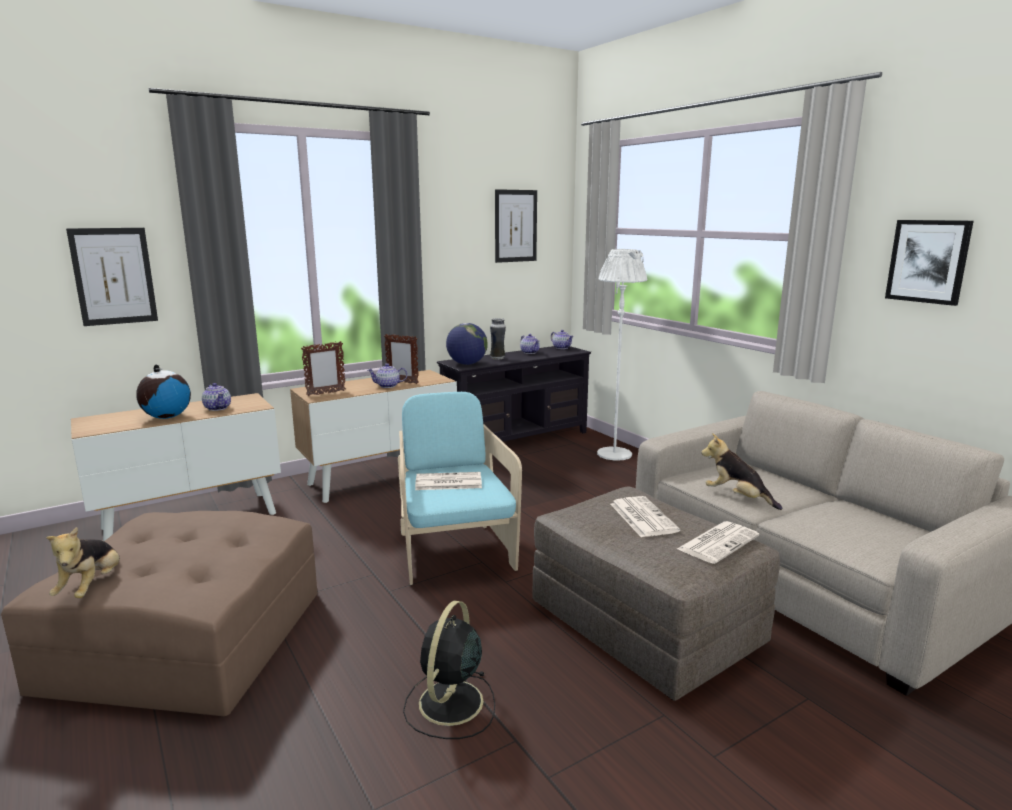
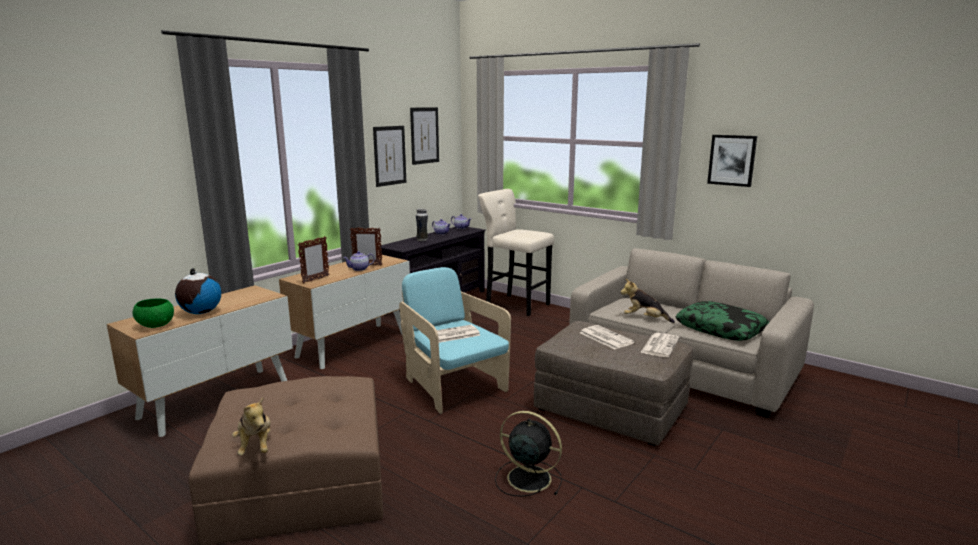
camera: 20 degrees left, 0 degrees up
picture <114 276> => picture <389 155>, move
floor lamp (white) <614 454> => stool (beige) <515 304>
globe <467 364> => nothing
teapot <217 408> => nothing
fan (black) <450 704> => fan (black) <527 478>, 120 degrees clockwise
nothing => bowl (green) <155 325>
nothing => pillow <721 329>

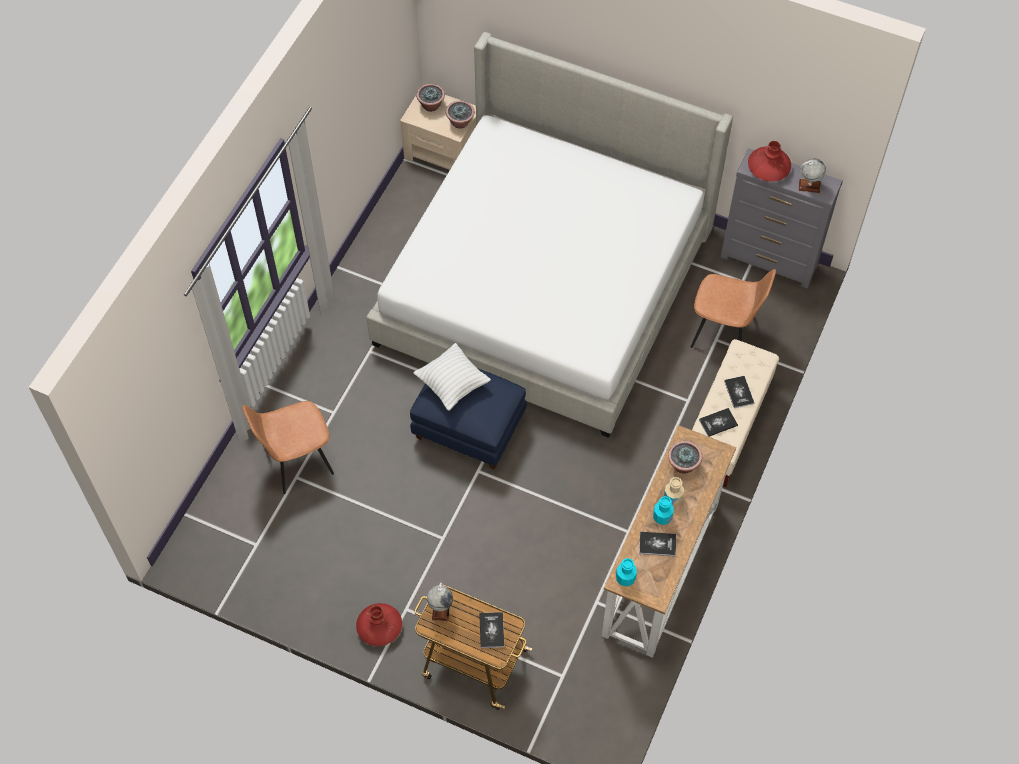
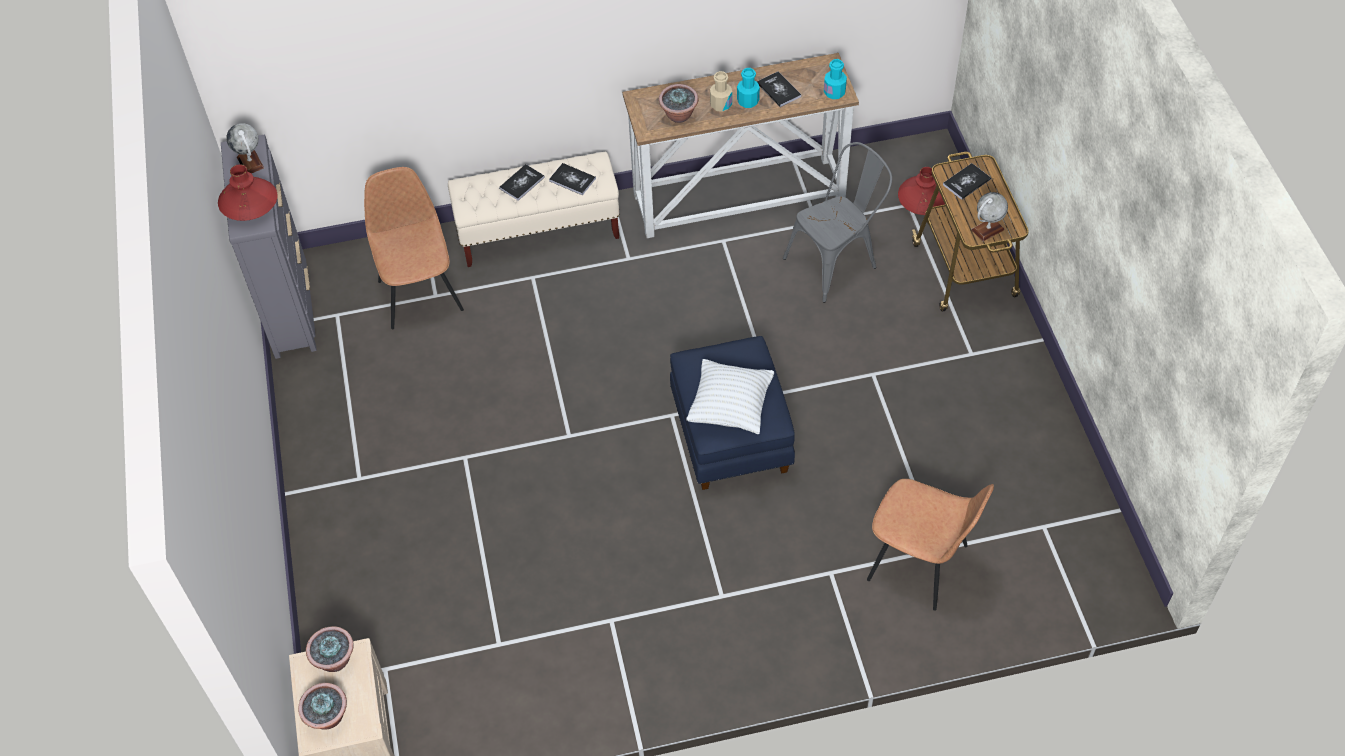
camera: 125 degrees left, 5 degrees down
bed <544 285> => nothing
vase (red) <379 627> => vase (red) <922 201>, move
nothing => chair (grey) <837 261>

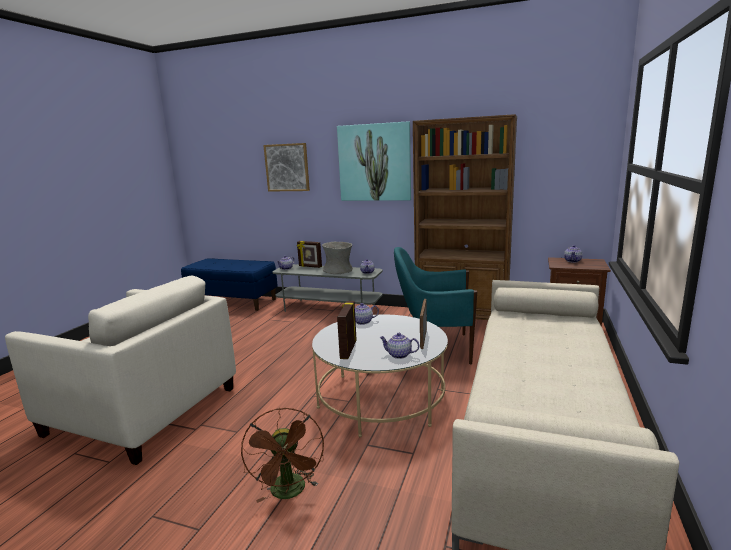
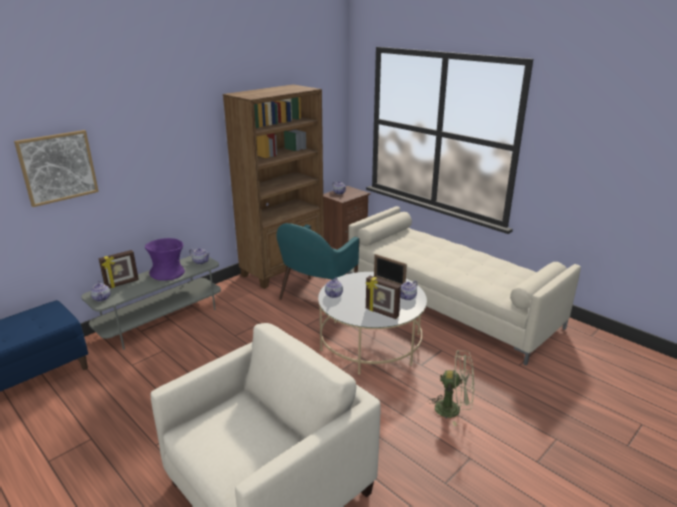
camera: 65 degrees left, 10 degrees up
picture <374 162> => nothing
vase (grey) <338 271> => vase (purple) <168 273>
fan (brown) <290 493> => fan (green) <453 409>

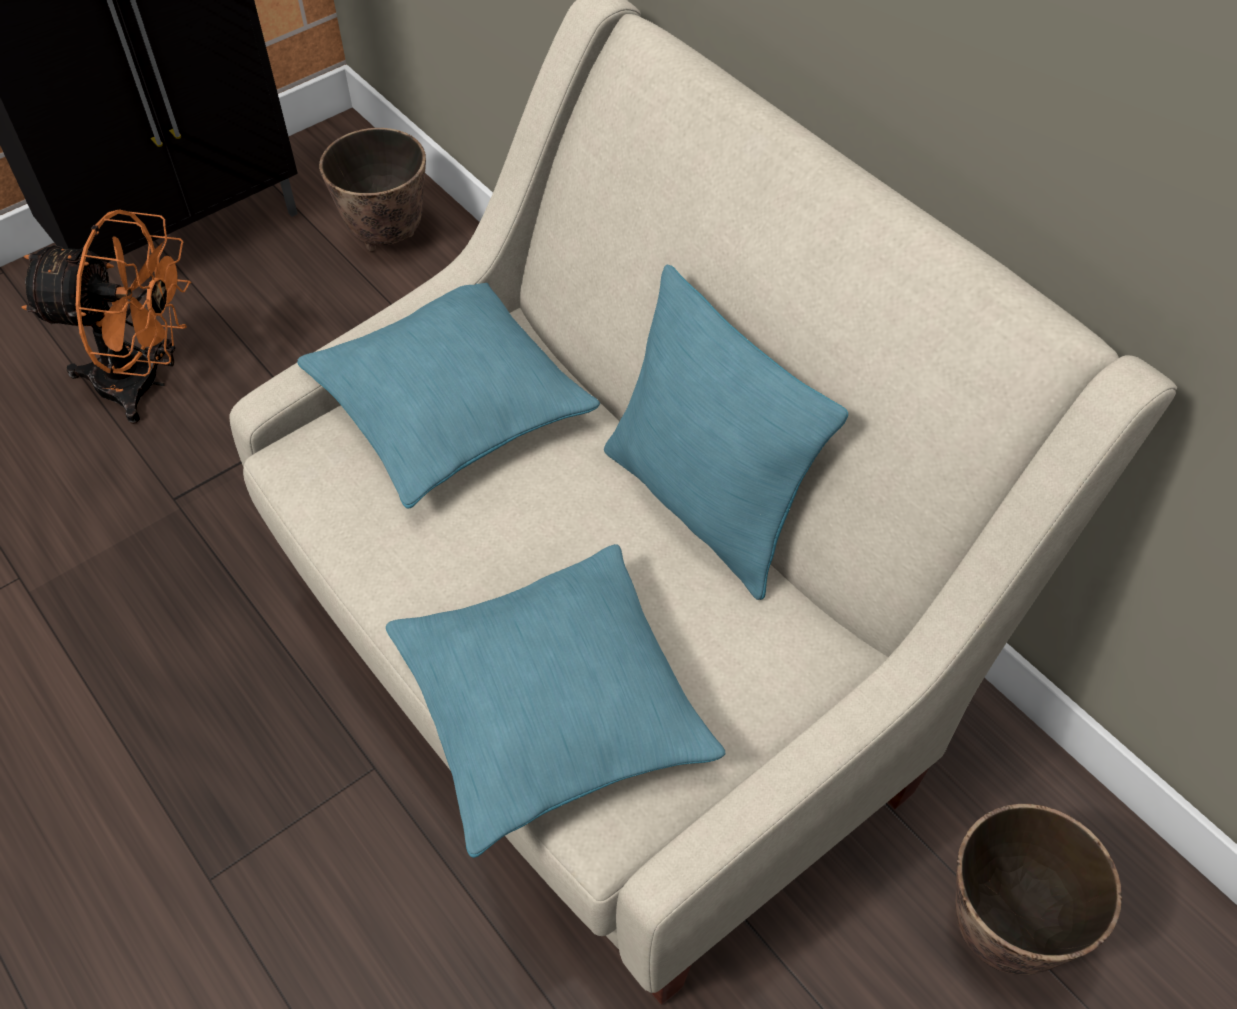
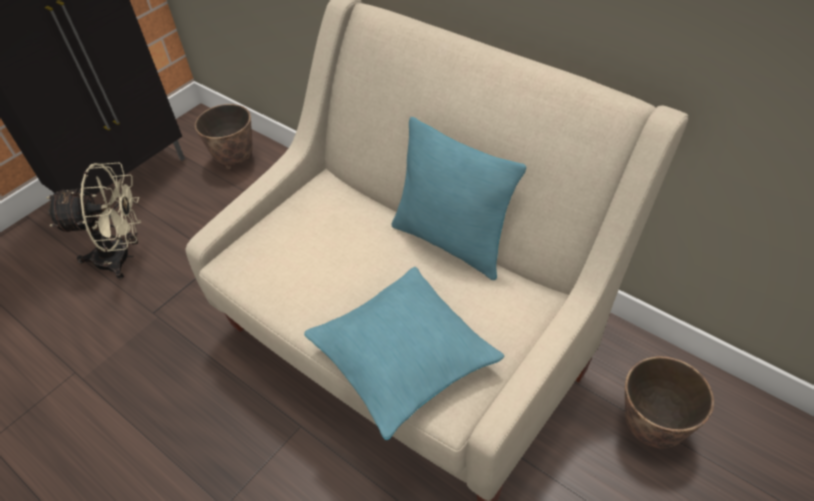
camera: 10 degrees left, 5 degrees down
fan (orange) <145 383> => fan (beige) <122 257>
pillow (turquoise) <450 406> => nothing

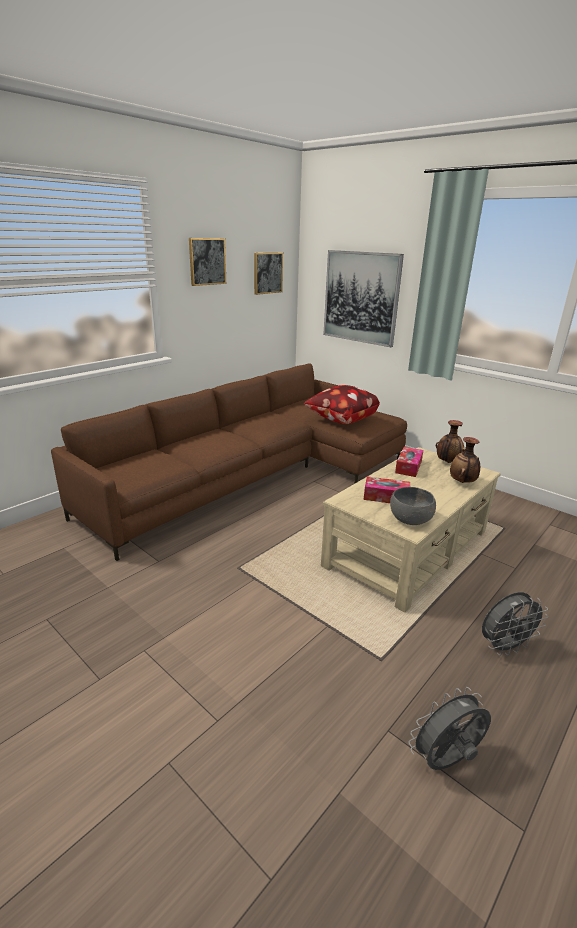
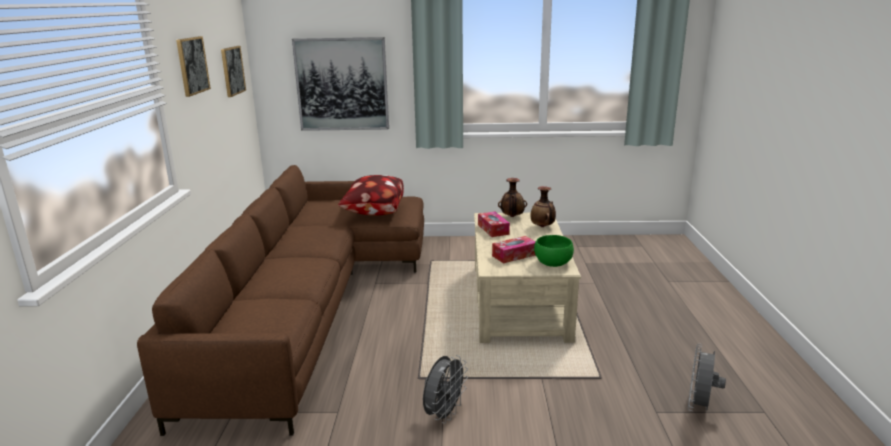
camera: 40 degrees left, 5 degrees down
bowl (grey) <410 519> => bowl (green) <553 263>
fan (grey) <504 646> => fan (grey) <444 414>, move

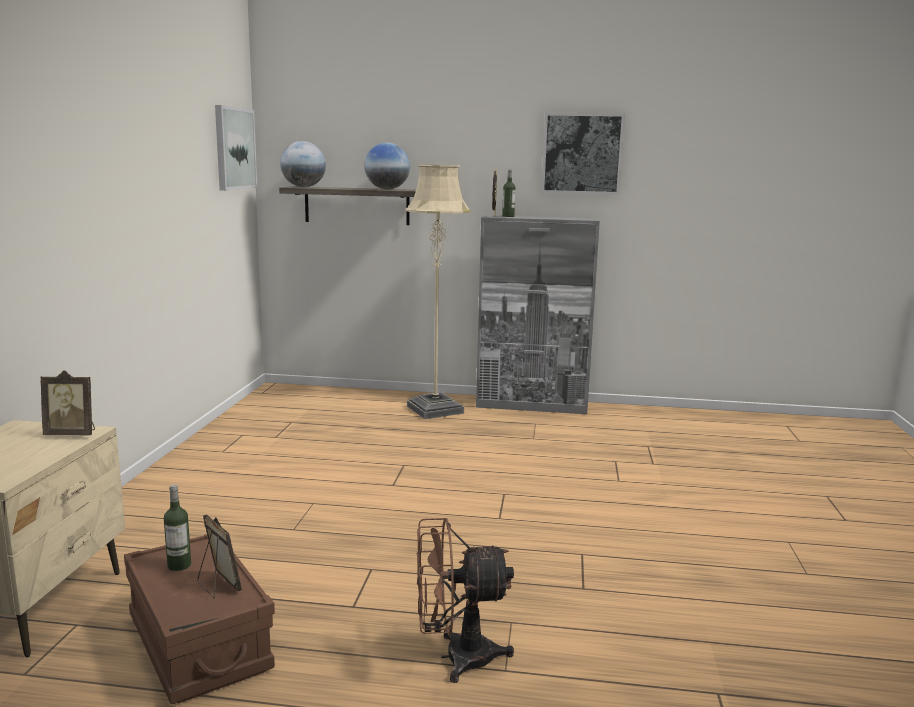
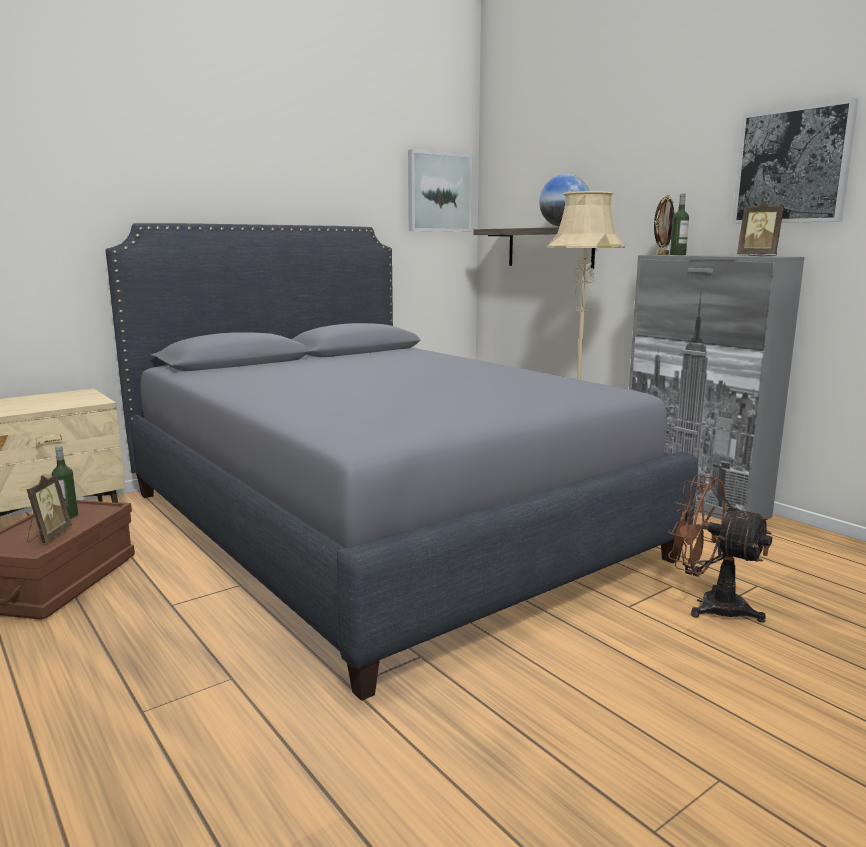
camera: 45 degrees right, 0 degrees up
globe <303 187> => nothing
picture frame <72 434> => picture frame <758 256>, move
fan (brown) <456 657> => fan (brown) <710 605>, move
nothing => bed (grey) <378 523>

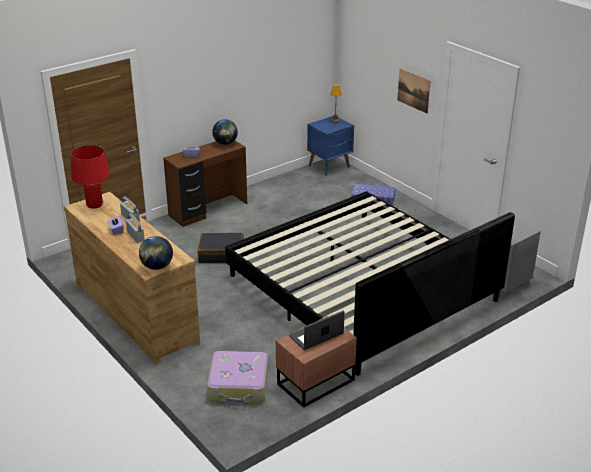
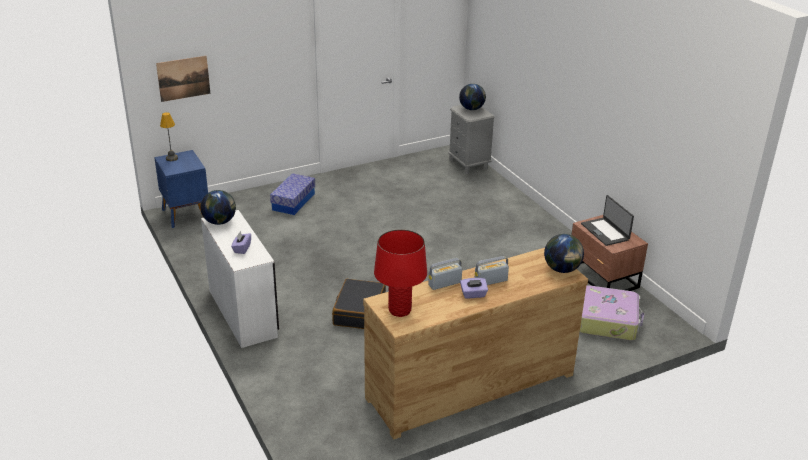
camera: 80 degrees left, 0 degrees up
picture <413 90> => picture <183 78>, move
desk (brown) <209 210> => desk (white) <244 313>
bed <361 288> => nothing
nothing => globe <472 109>

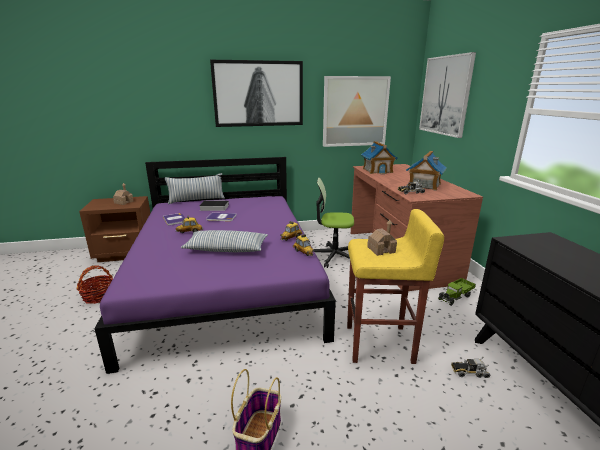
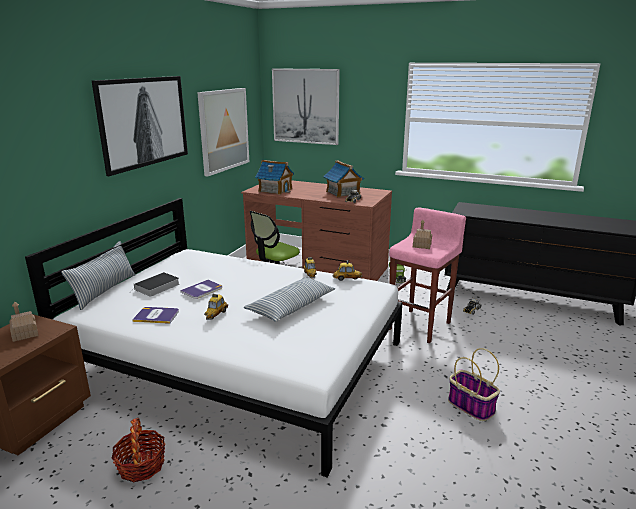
camera: 55 degrees left, 0 degrees up
bed (purple) <226 280> => bed (white) <239 361>
stool (yellow) <380 344> => stool (pink) <420 325>

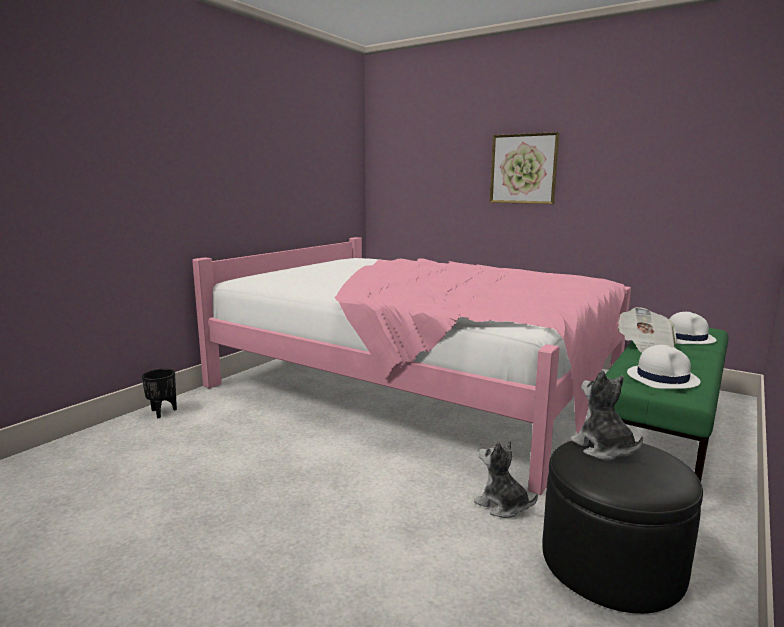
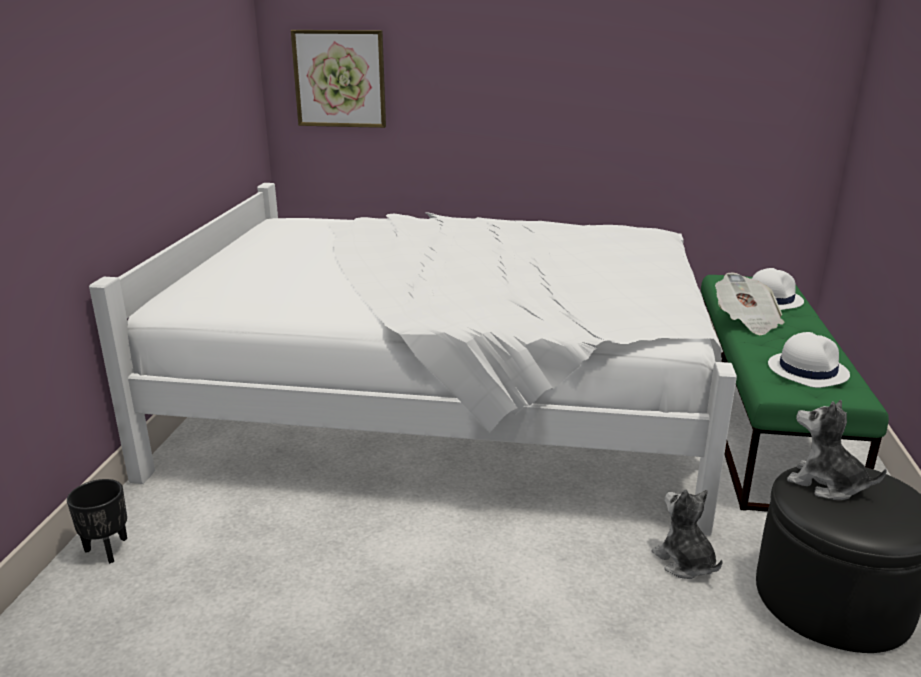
camera: 25 degrees left, 10 degrees up
picture <523 169> => picture <340 79>, move
bed (pink) <419 383> => bed (white) <446 403>
plush toy <502 505> => plush toy <684 562>, 45 degrees clockwise

